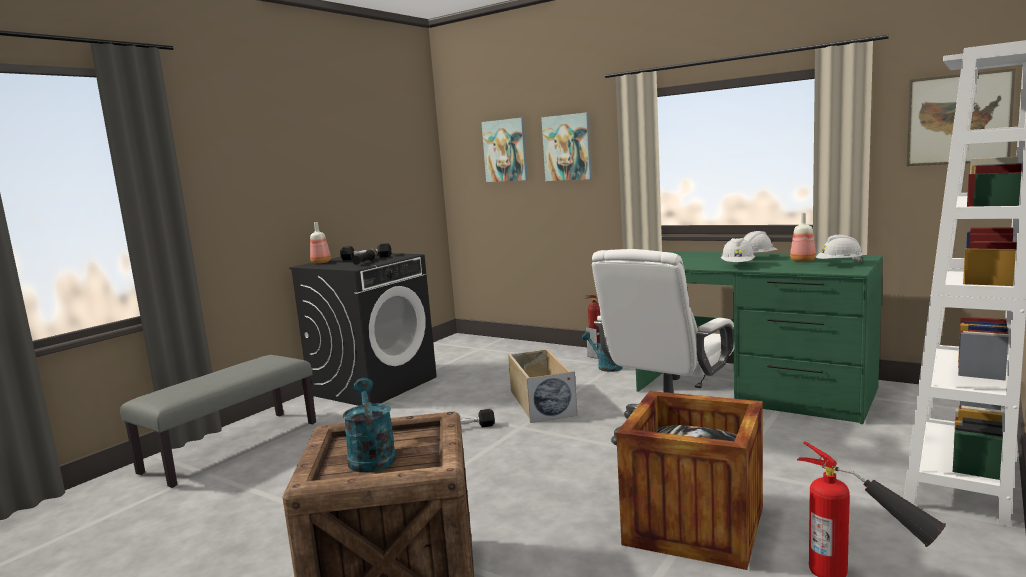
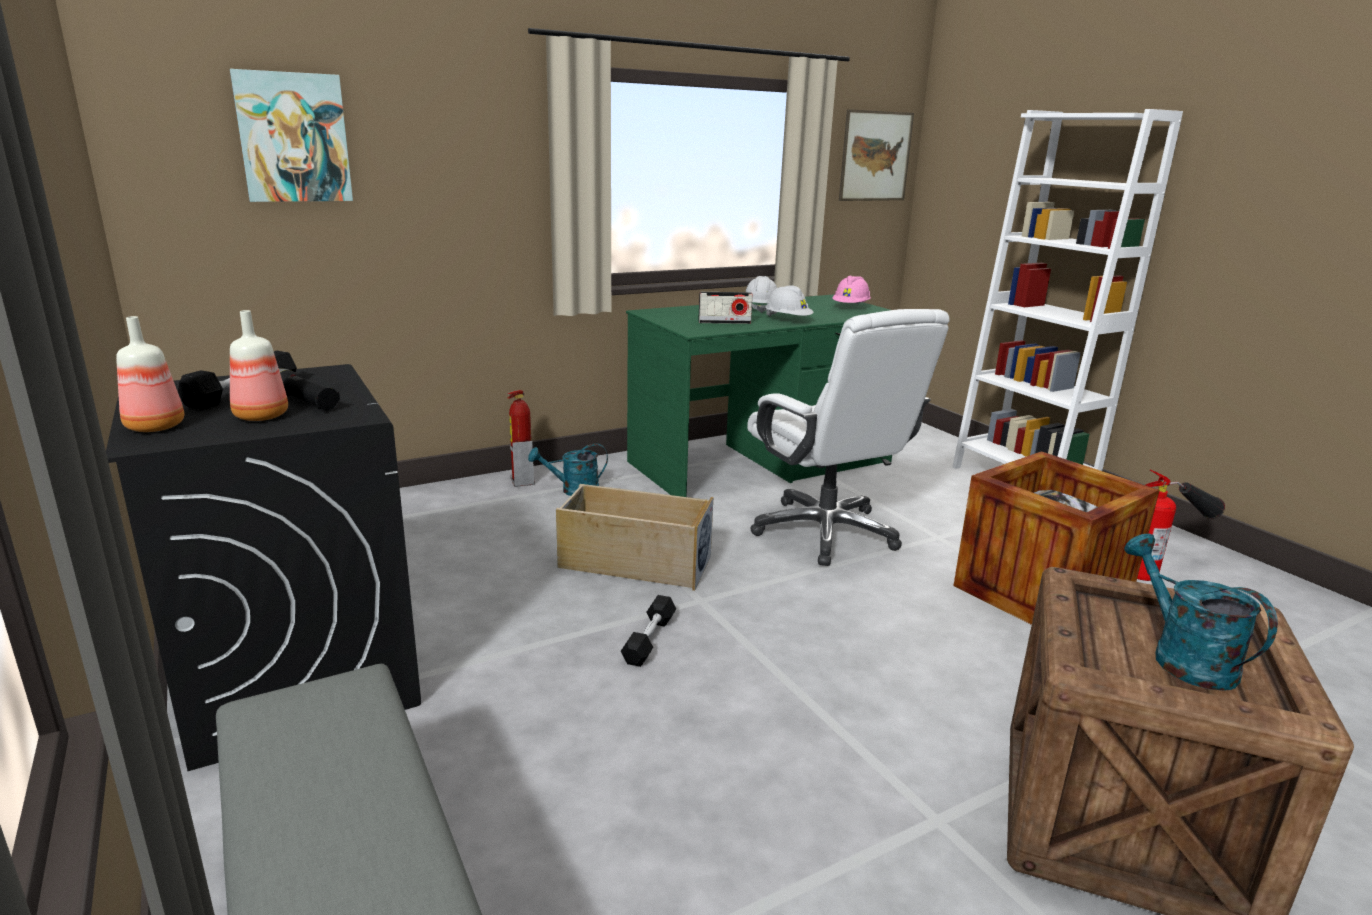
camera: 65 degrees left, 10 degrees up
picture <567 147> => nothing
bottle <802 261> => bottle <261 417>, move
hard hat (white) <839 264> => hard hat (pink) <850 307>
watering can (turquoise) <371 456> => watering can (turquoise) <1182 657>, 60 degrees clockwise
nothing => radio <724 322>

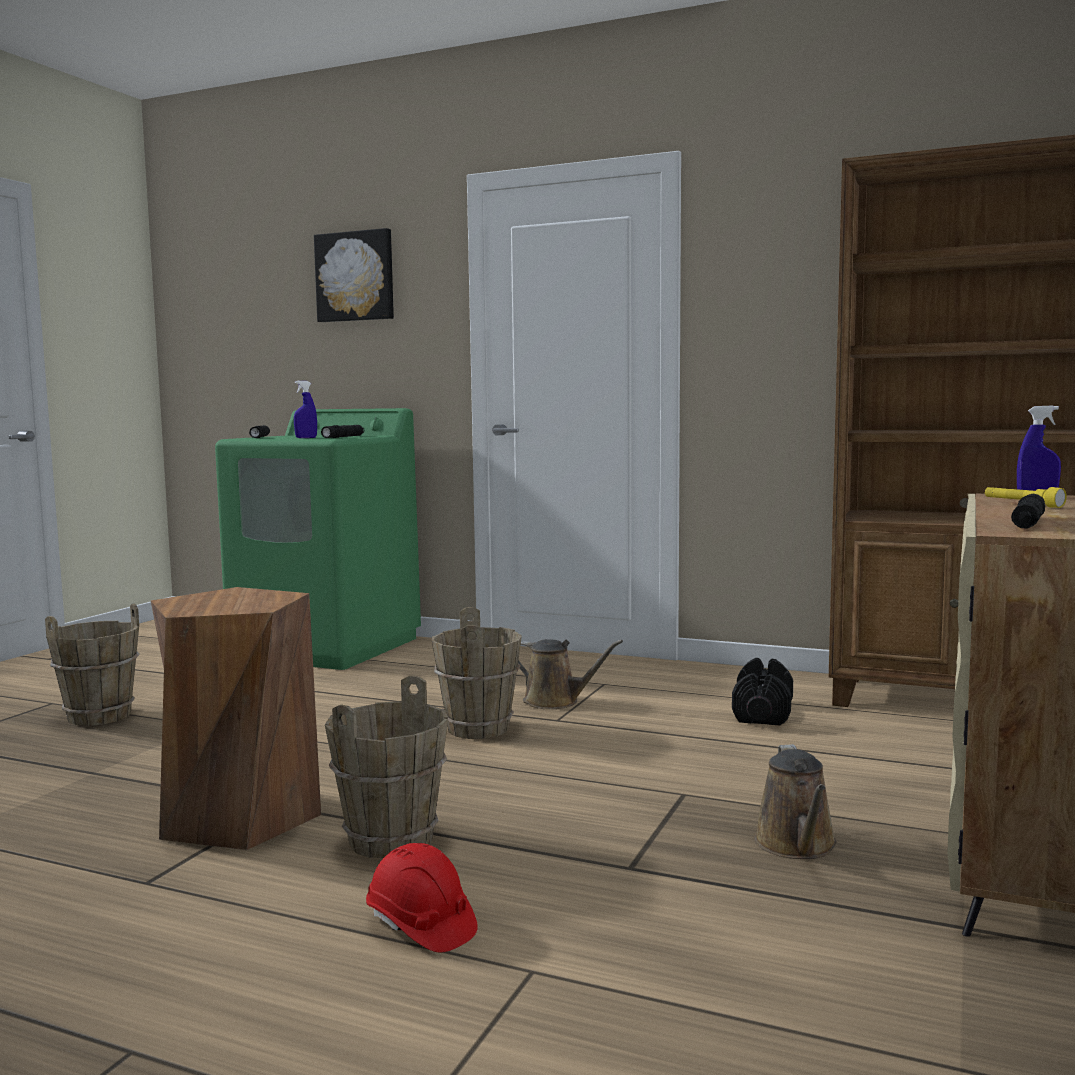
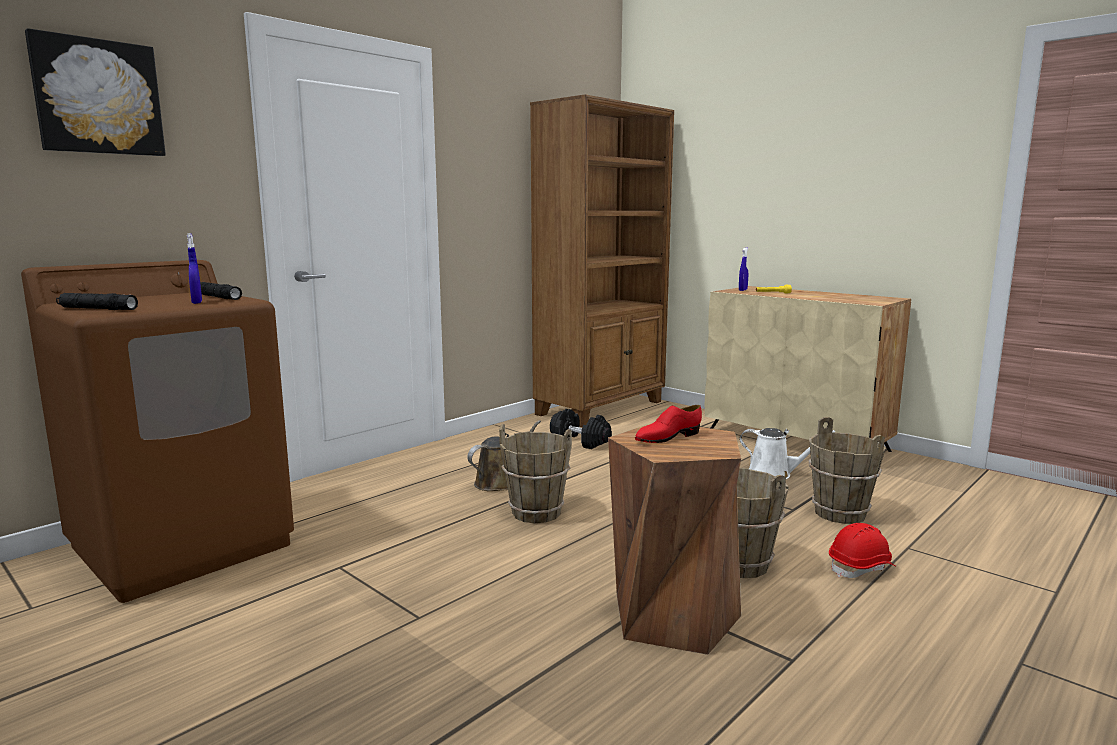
camera: 70 degrees left, 5 degrees up
washing machine (green) <327 647> => washing machine (brown) <183 545>
flashlight (black) <1028 522> => nothing
bucket (brown) <98 716> => bucket (brown) <839 513>, move
watering can (brown) <797 846> => watering can (white) <774 474>
nothing => shoe (red) <667 437>

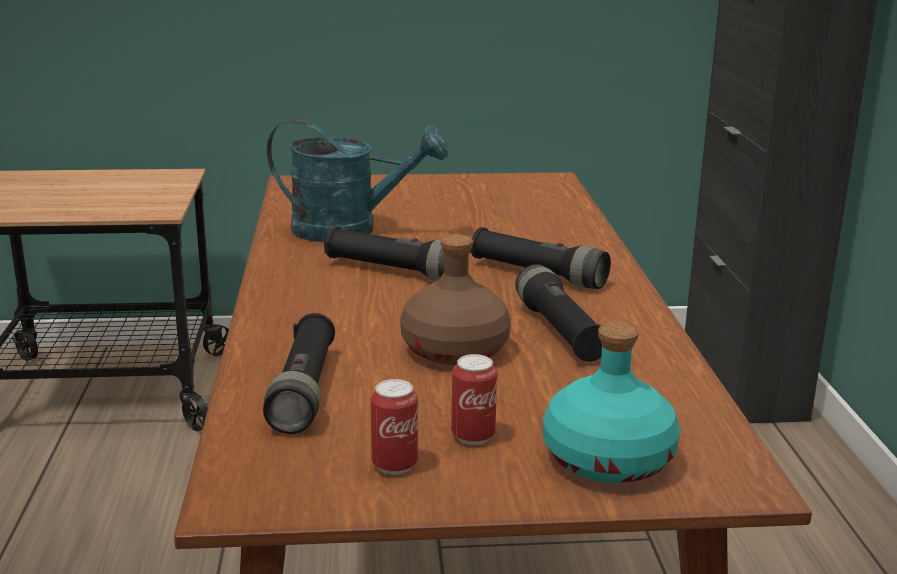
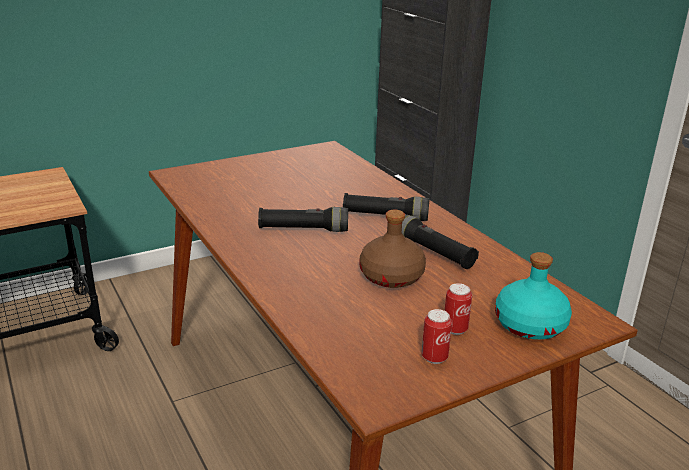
camera: 25 degrees left, 5 degrees up
watering can (turquoise) <349 230> => nothing
flashlight (black) <304 391> => nothing

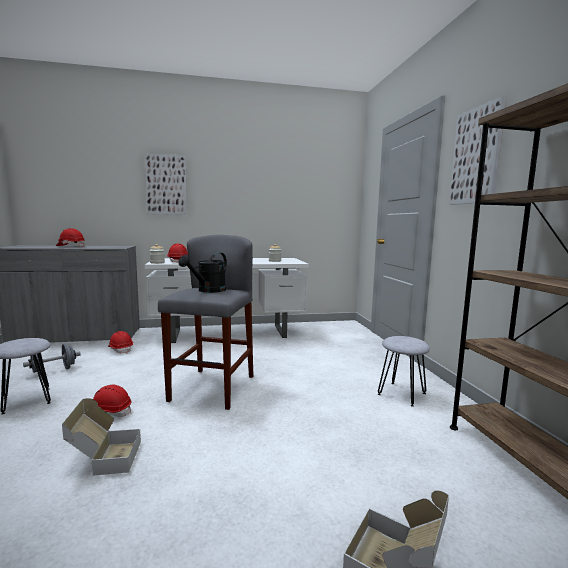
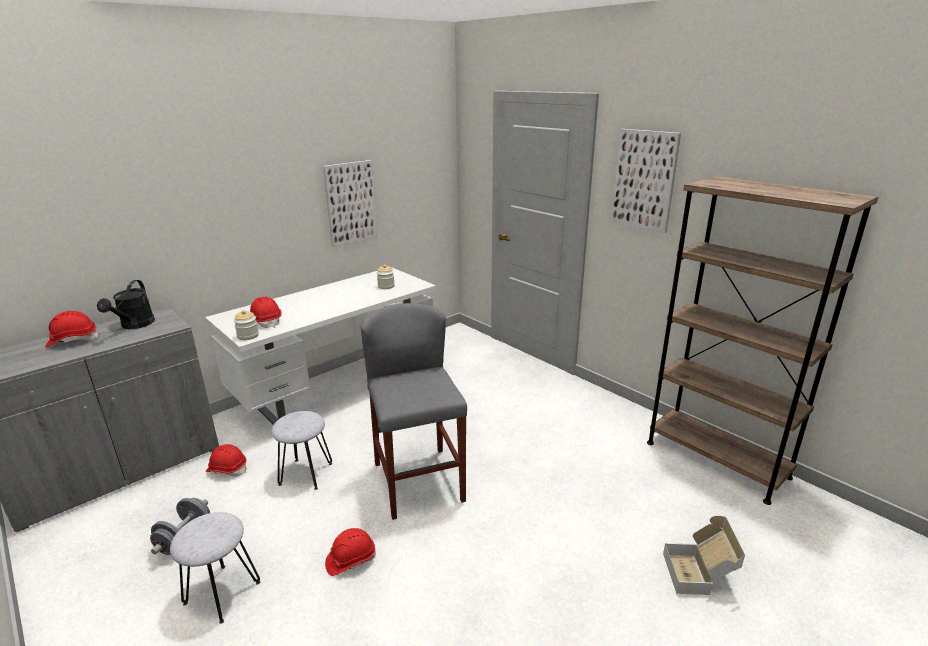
camera: 30 degrees left, 15 degrees up
picture <166 185> => picture <351 203>, move
watering can (black) <208 291> => watering can (black) <135 325>, move
stool (grey) <402 394> => stool (grey) <306 474>, move
cardboard box <104 458> => nothing

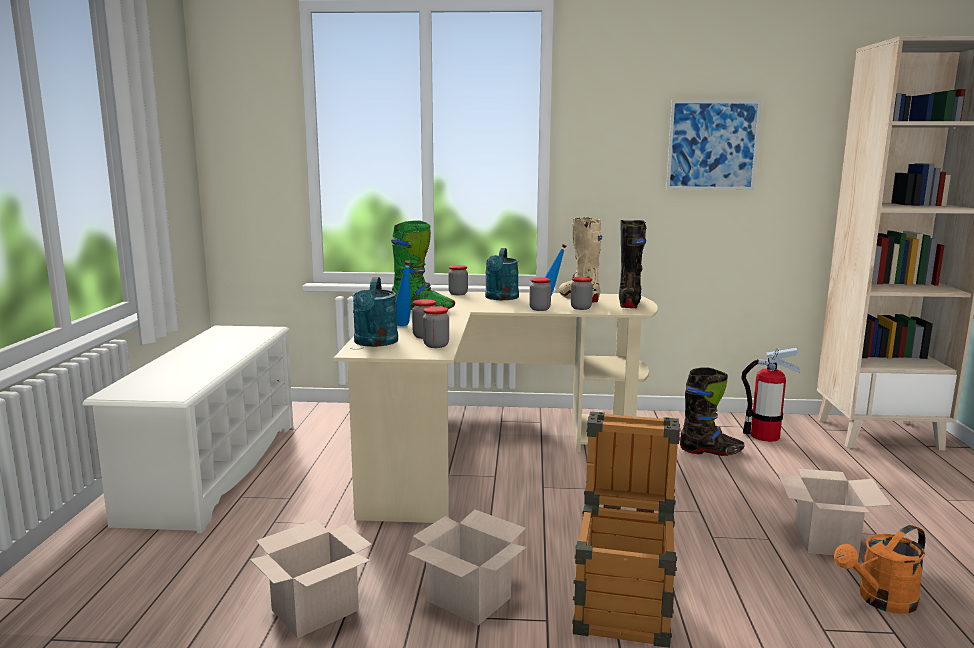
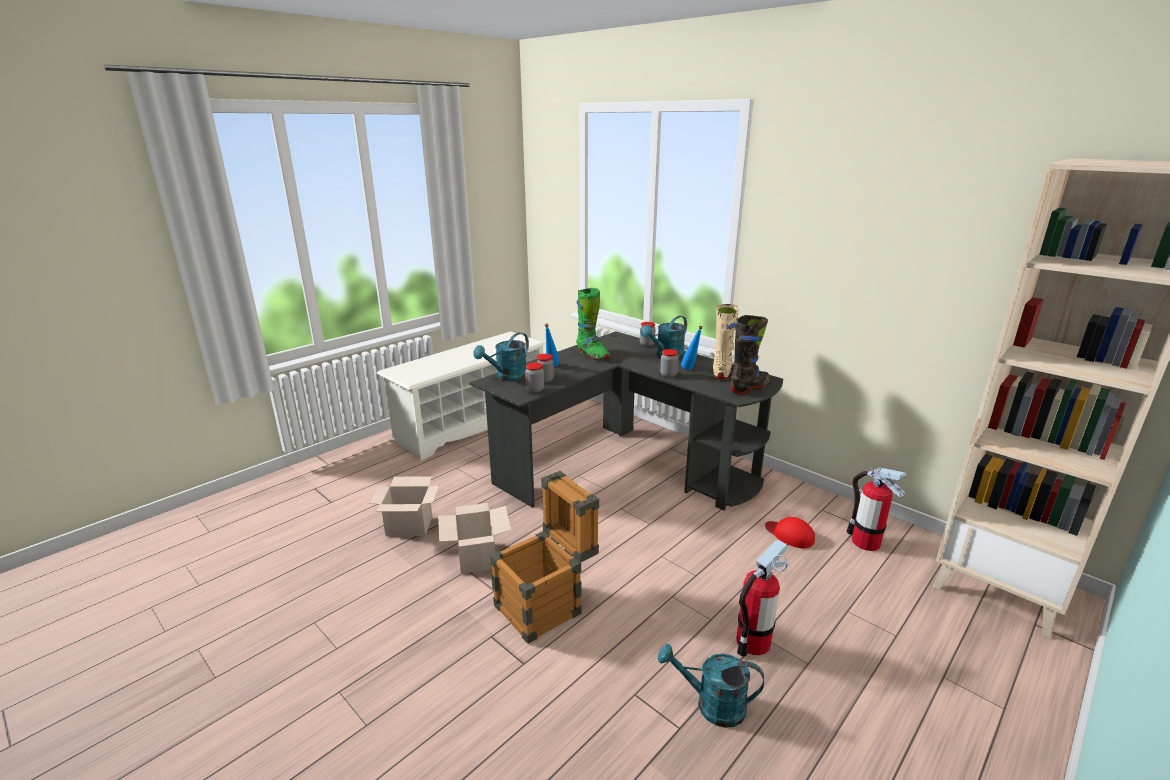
camera: 40 degrees right, 10 degrees up
picture <712 145> => nothing
jar <581 308> => nothing
desk (beige) <486 449> => desk (black) <627 466>
boot (black) <711 451> => cap (red) <789 535>
cardboard box <823 539> => fire extinguisher <753 642>
watering can (orange) <880 601> => watering can (turquoise) <711 705>

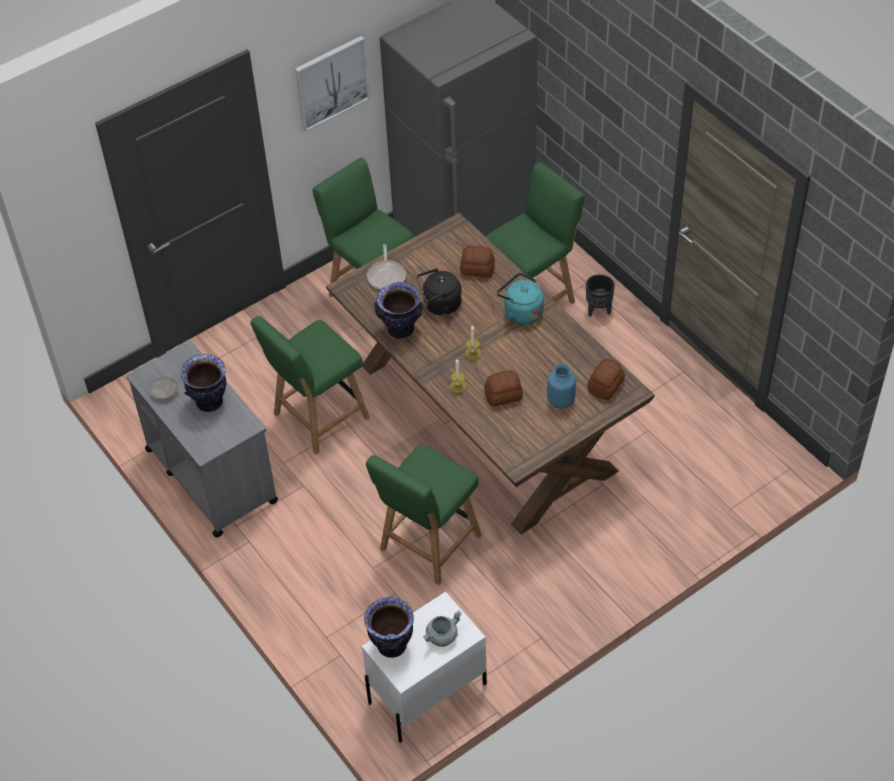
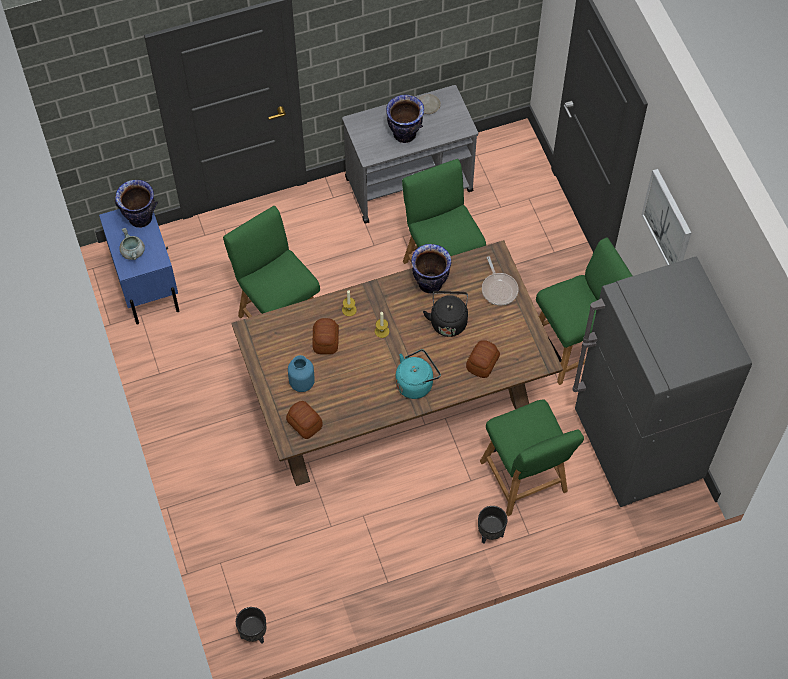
camera: 105 degrees right, 10 degrees up
frying pan <386 276> => frying pan <499 289>, 120 degrees counterclockwise
nightstand (white) <426 693> => nightstand (blue) <146 282>
nothing => planter (black) <253 634>

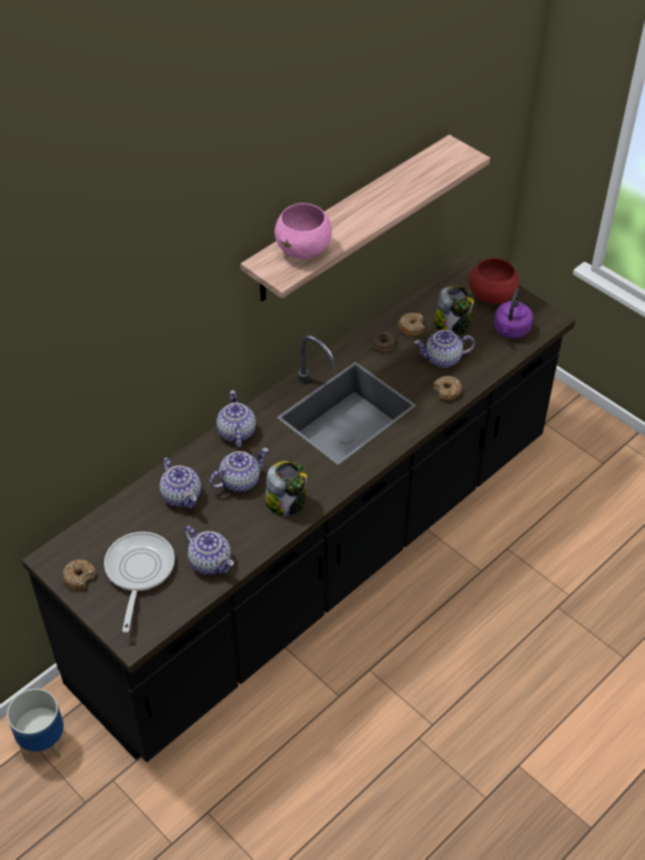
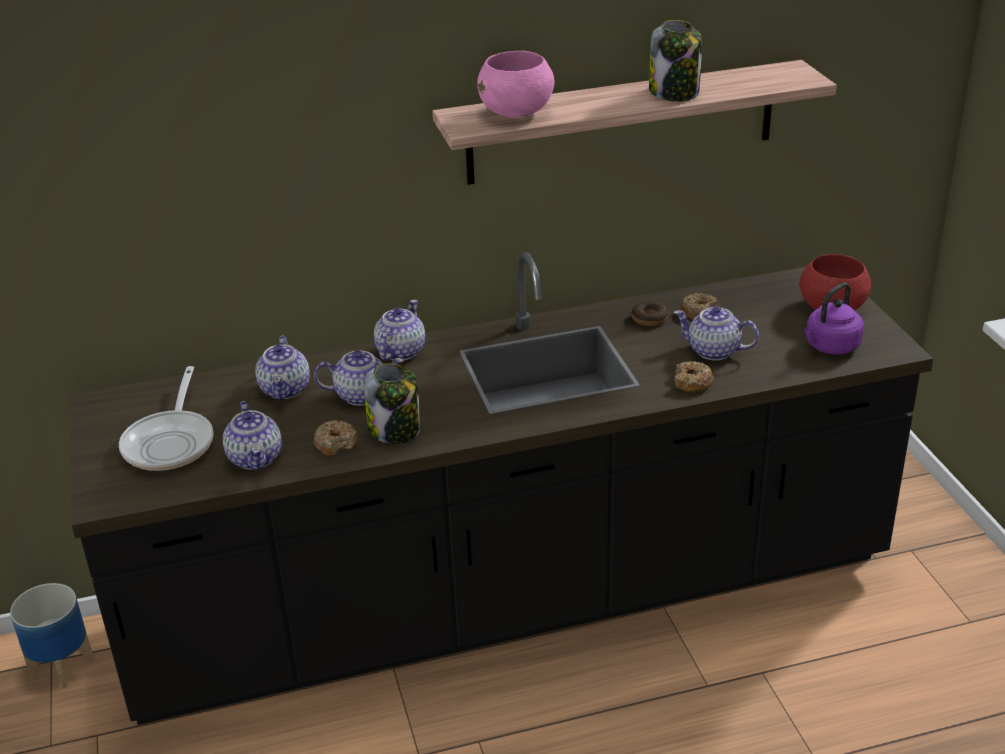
camera: 30 degrees right, 15 degrees down
jar <452 325> => jar <674 93>, move
frying pan <138 572> => frying pan <171 442>, 150 degrees clockwise
donut <79 577> => donut <336 443>, move

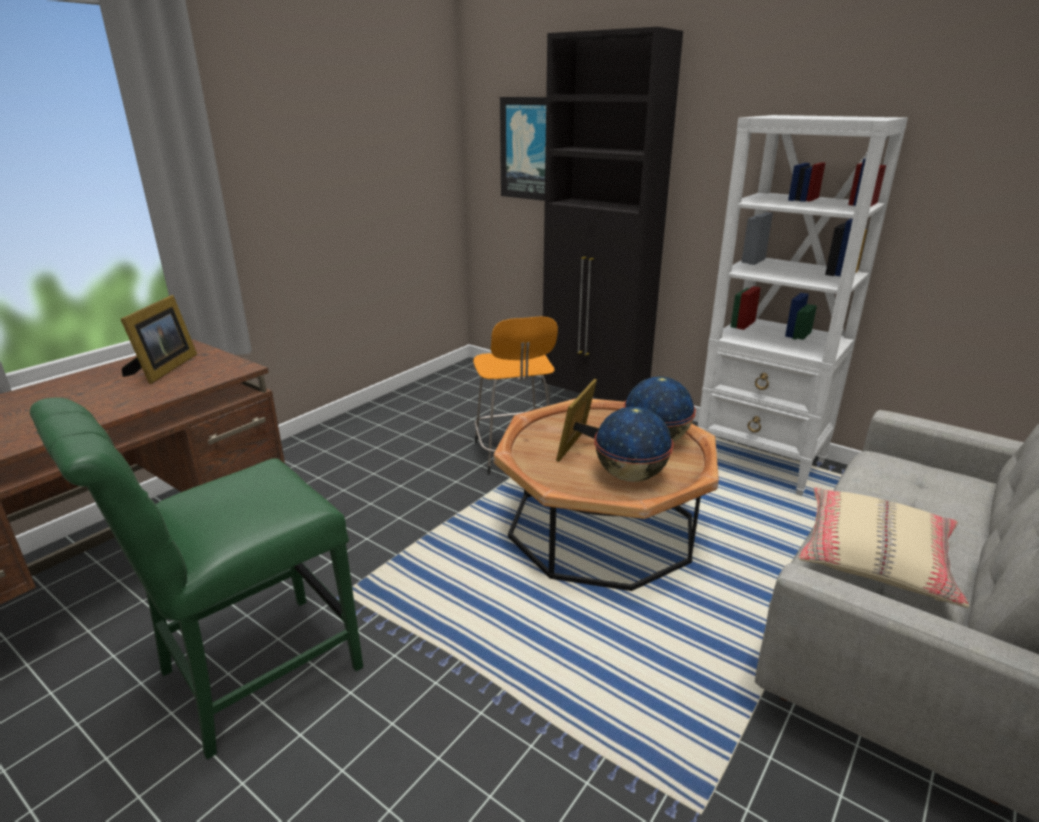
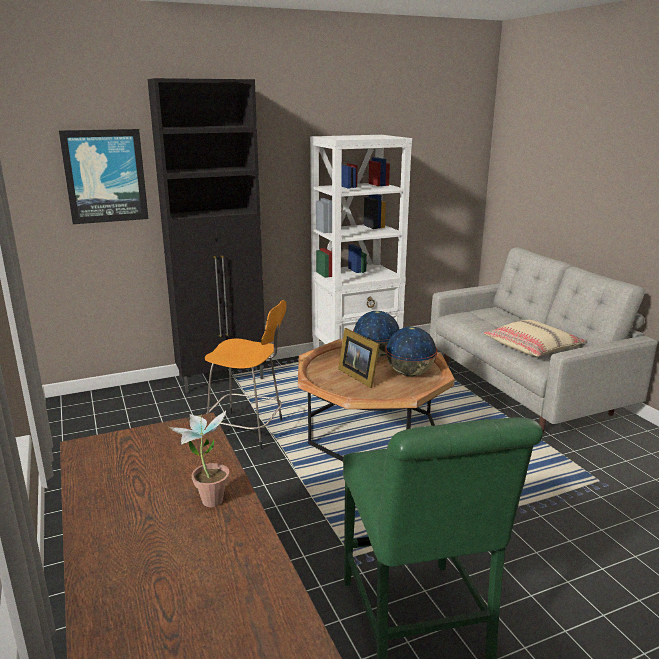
camera: 60 degrees left, 5 degrees down
picture frame <163 369> => nothing
nothing => potted plant <207 497>

